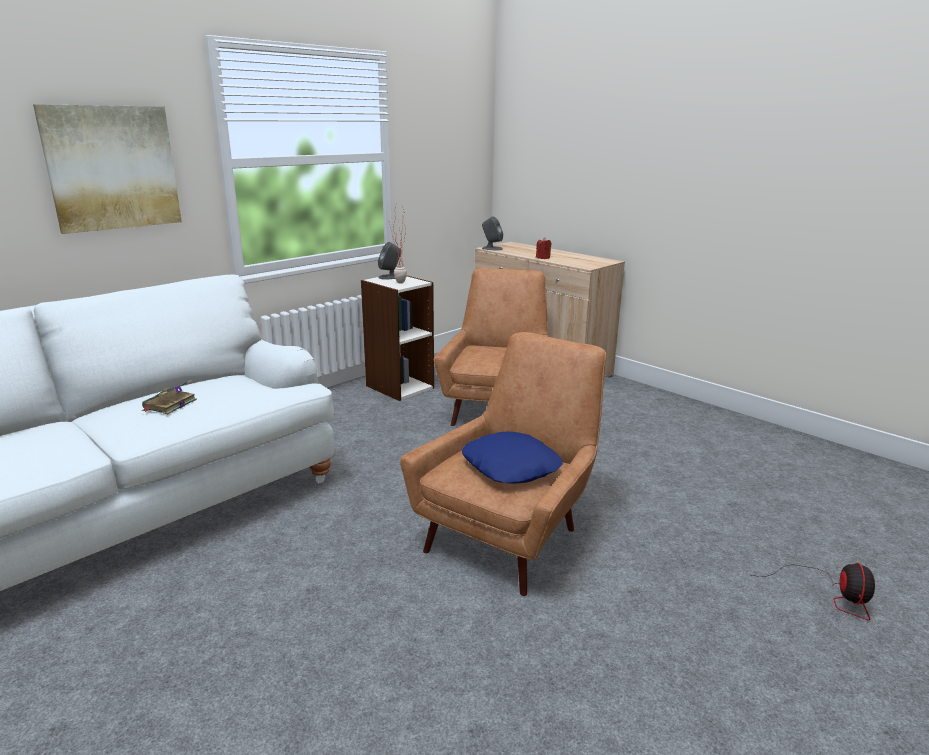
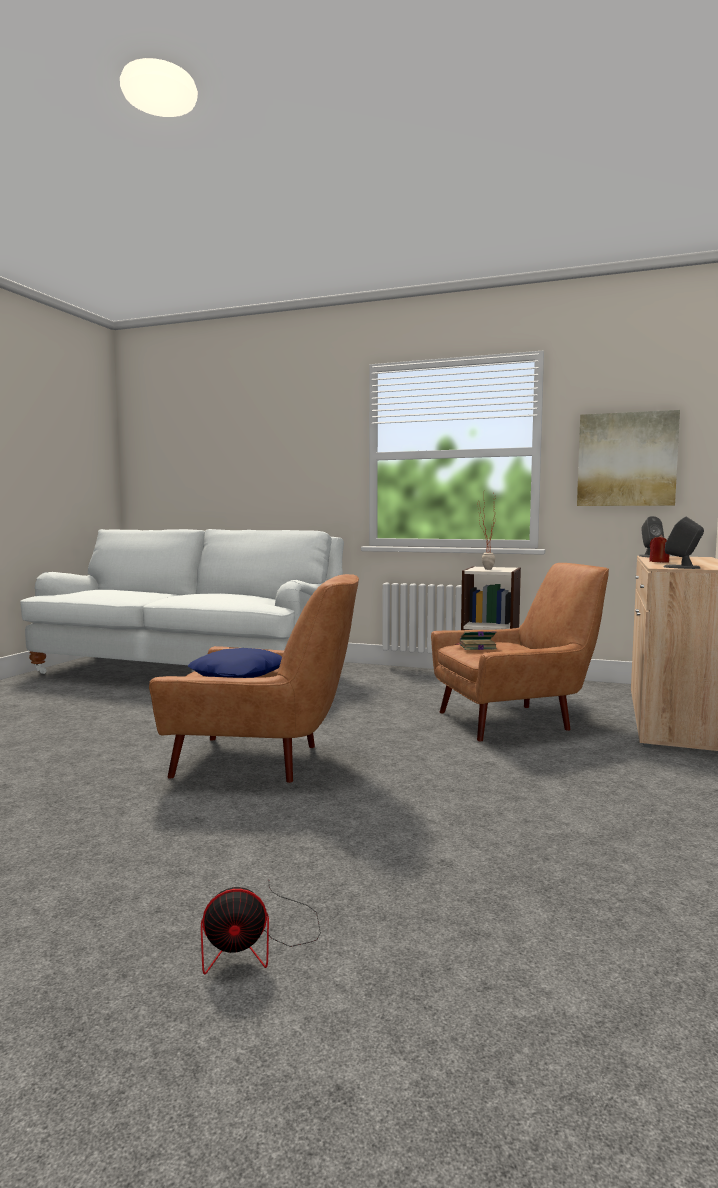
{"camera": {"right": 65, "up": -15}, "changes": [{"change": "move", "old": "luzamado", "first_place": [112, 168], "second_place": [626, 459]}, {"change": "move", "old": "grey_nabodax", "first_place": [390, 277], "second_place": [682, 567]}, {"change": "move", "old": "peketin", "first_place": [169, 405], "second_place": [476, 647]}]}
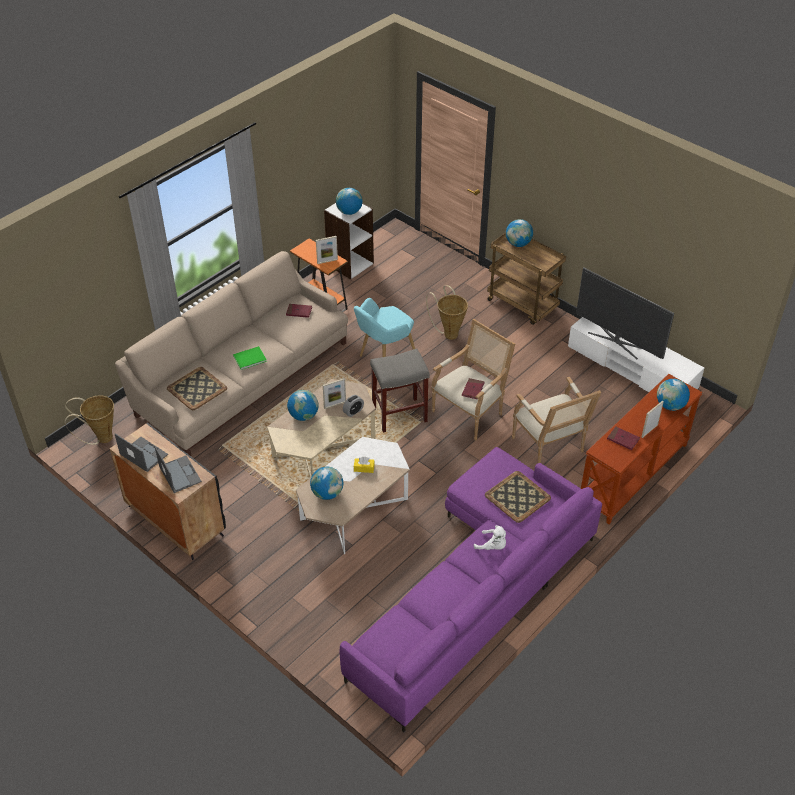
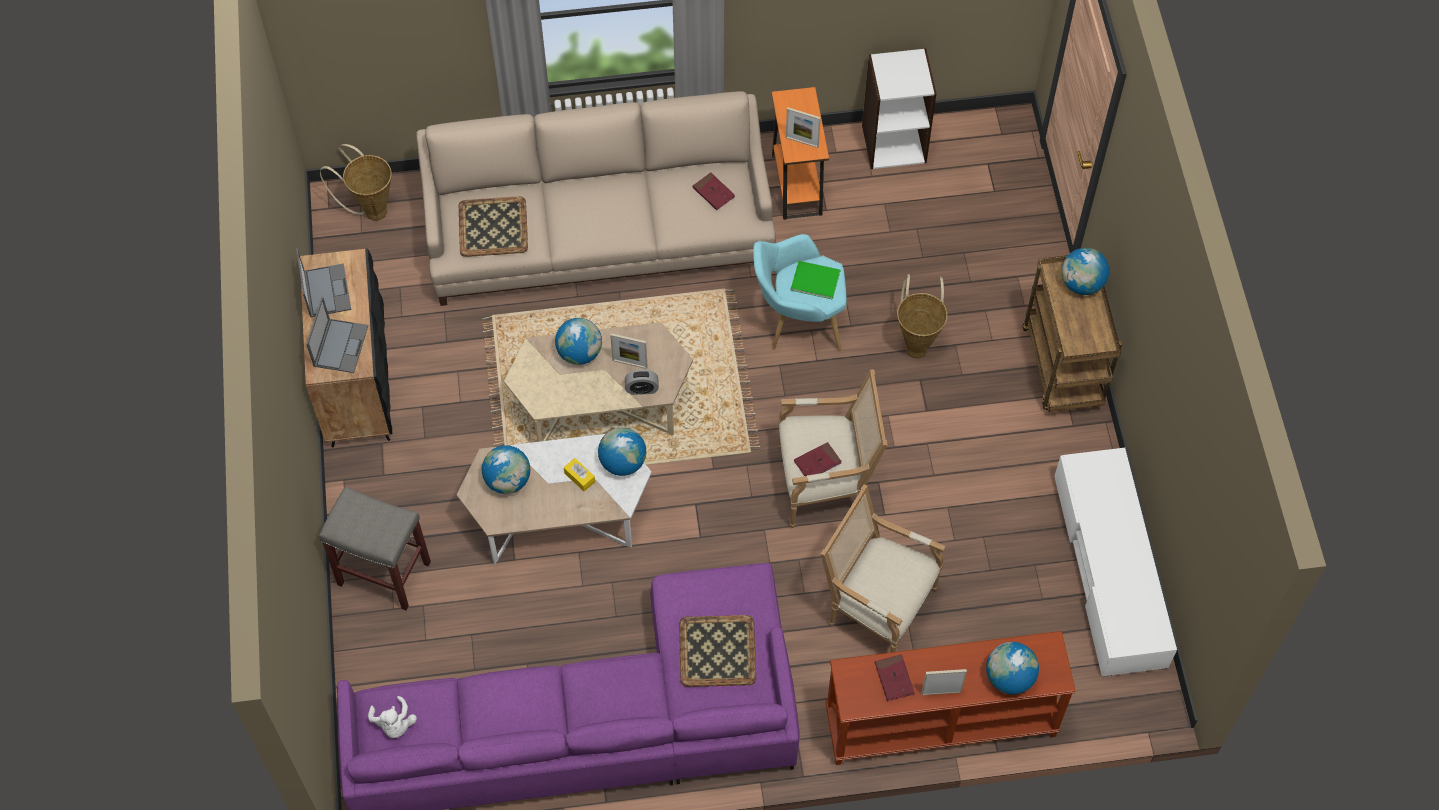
{"camera": {"right": 40, "up": 15}, "changes": [{"change": "move", "old": "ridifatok", "first_place": [349, 212], "second_place": [623, 462]}, {"change": "delete", "old": "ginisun", "first_place": [617, 341]}, {"change": "move", "old": "green_peketin", "first_place": [248, 358], "second_place": [814, 279]}, {"change": "move", "old": "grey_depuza", "first_place": [399, 415], "second_place": [383, 573]}, {"change": "rotate", "old": "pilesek", "first_place": [550, 447], "second_place": [876, 606], "degrees": 105}, {"change": "move", "old": "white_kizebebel", "first_place": [492, 546], "second_place": [394, 724]}]}
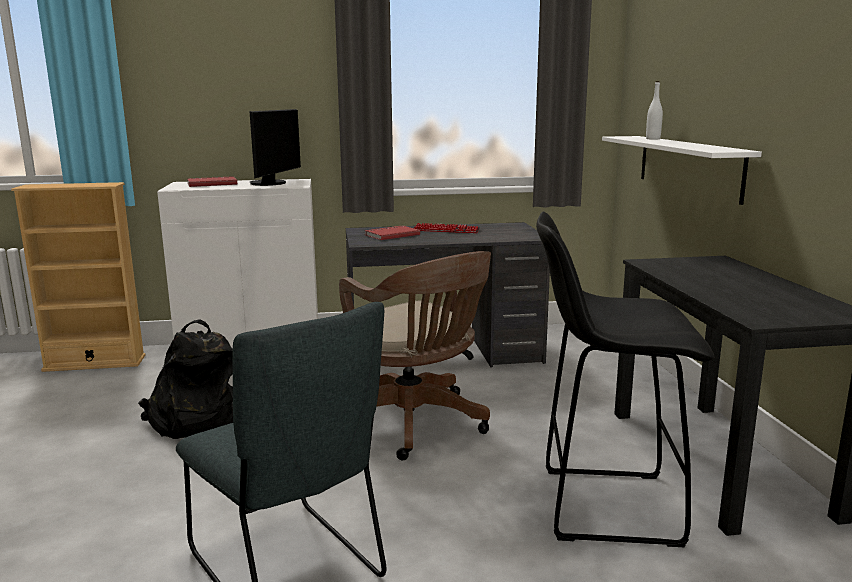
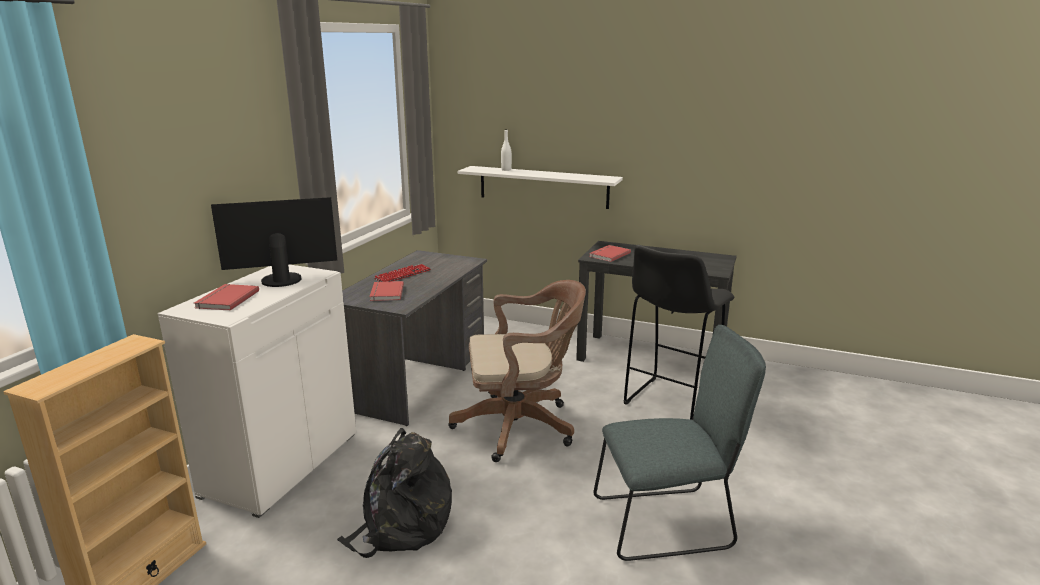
{"camera": {"right": -60, "up": 5}, "changes": [{"change": "rotate", "old": "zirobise", "first_place": [272, 183], "second_place": [281, 278], "degrees": -60}, {"change": "insert", "new": "red_peketin", "second_place": [608, 255]}]}
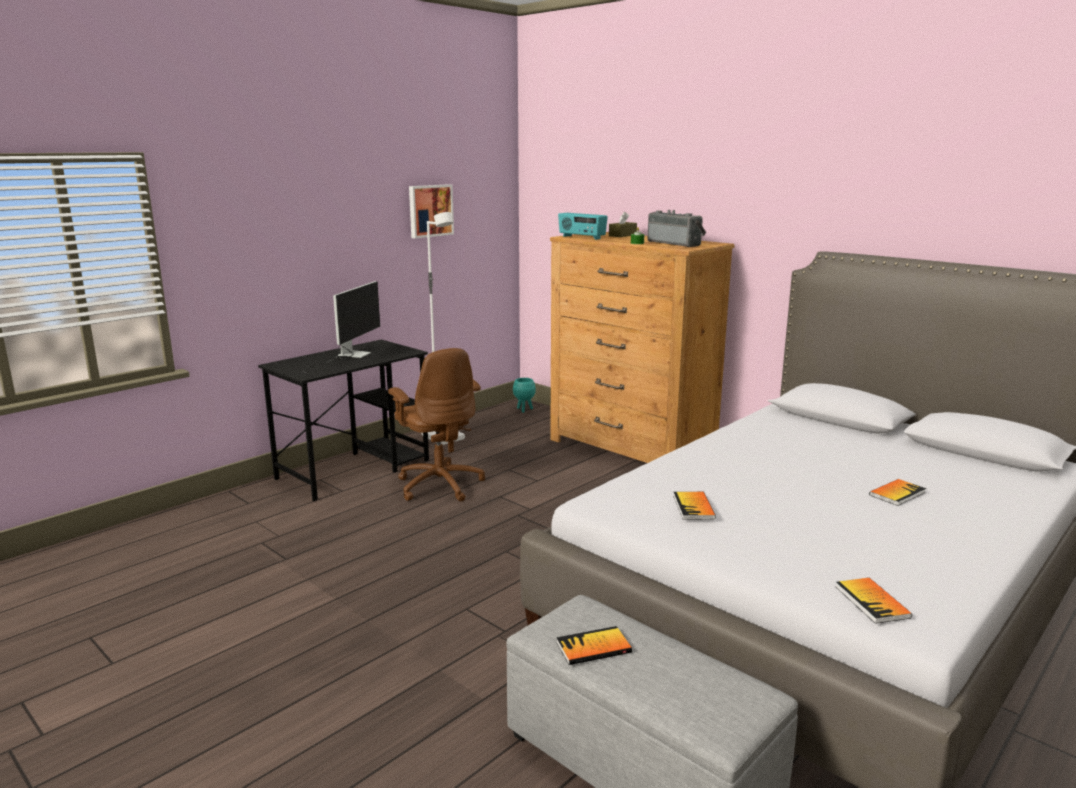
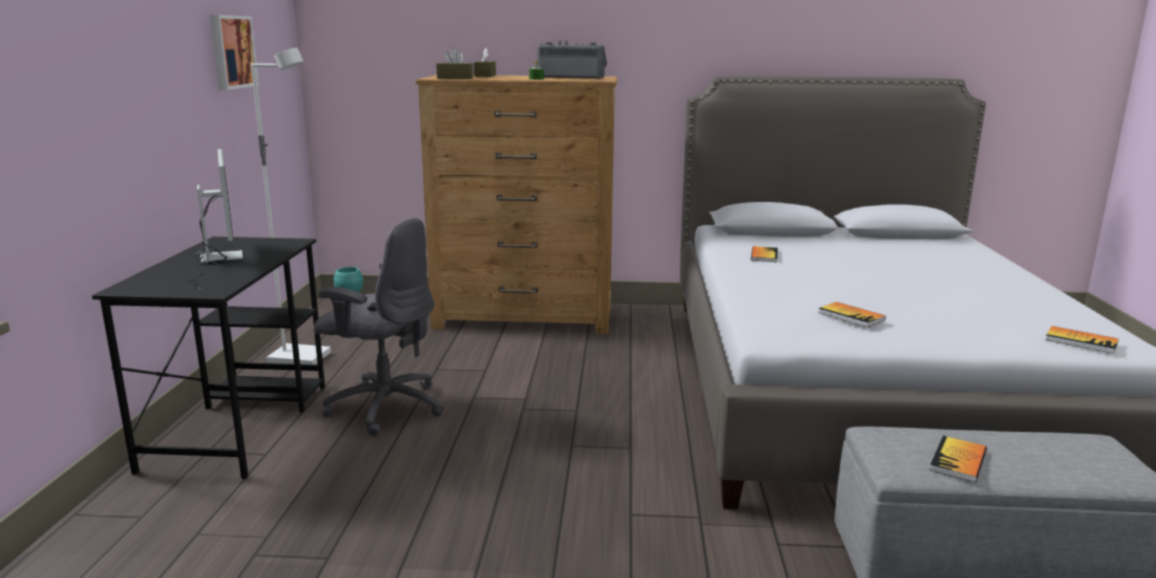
{"camera": {"right": -40, "up": 0}, "changes": [{"change": "replace", "old": "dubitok", "new": "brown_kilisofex", "first_place": [581, 237], "second_place": [455, 78]}, {"change": "recolor", "old": "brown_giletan", "new": "grey_giletan", "first_place": [440, 484], "second_place": [385, 407]}, {"change": "move", "old": "peketin", "first_place": [897, 494], "second_place": [764, 255]}]}
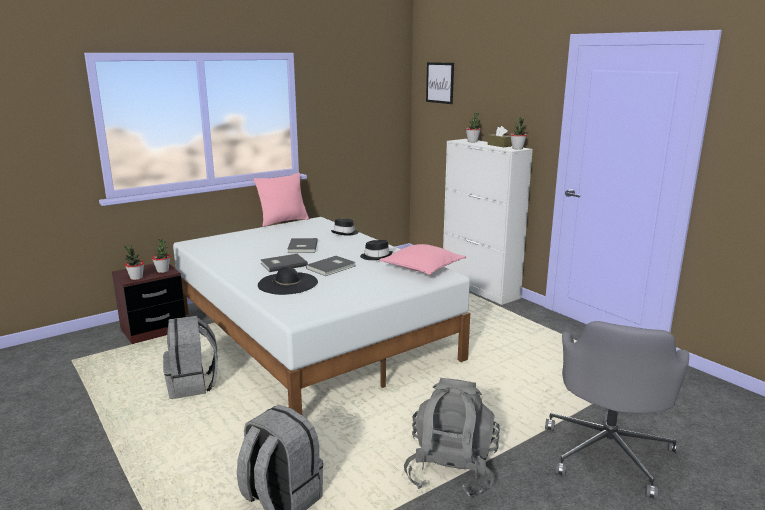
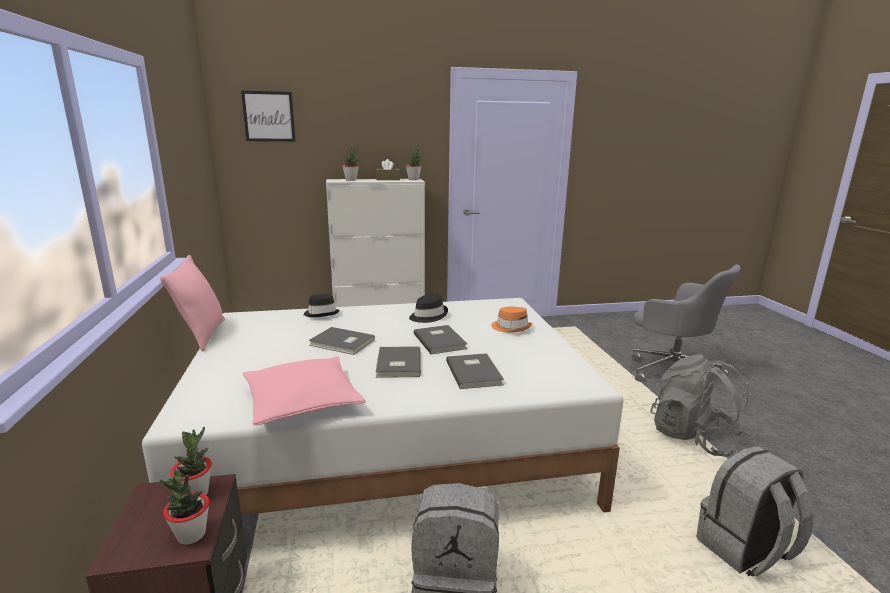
{"camera": {"right": -65, "up": 0}, "changes": [{"change": "move", "old": "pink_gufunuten", "first_place": [423, 267], "second_place": [302, 401]}, {"change": "replace", "old": "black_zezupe", "new": "grey_peketin", "first_place": [288, 283], "second_place": [475, 372]}, {"change": "insert", "new": "orange_zezupe", "second_place": [511, 327]}]}
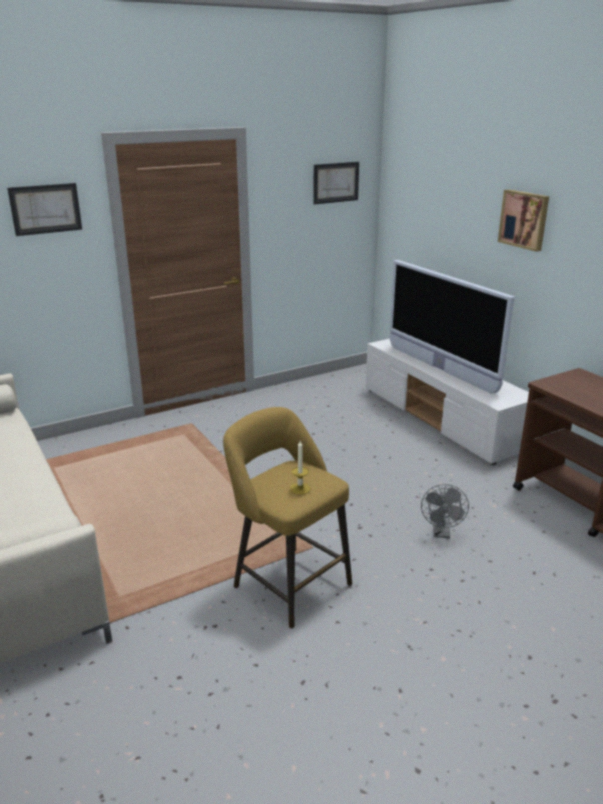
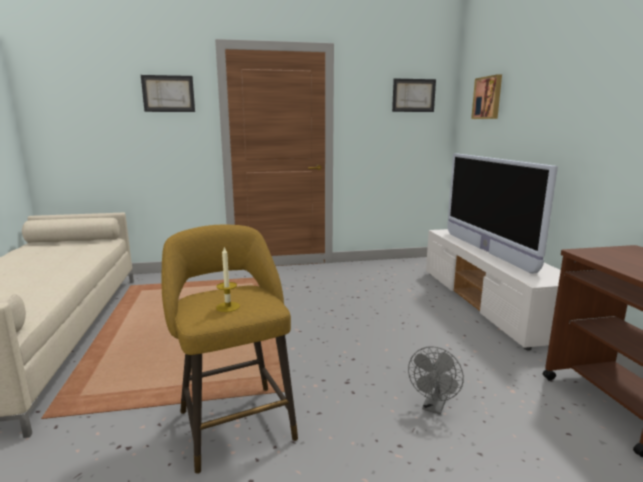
{"camera": {"right": 20, "up": -10}, "changes": [{"change": "move", "old": "luzamado", "first_place": [524, 219], "second_place": [488, 98]}]}
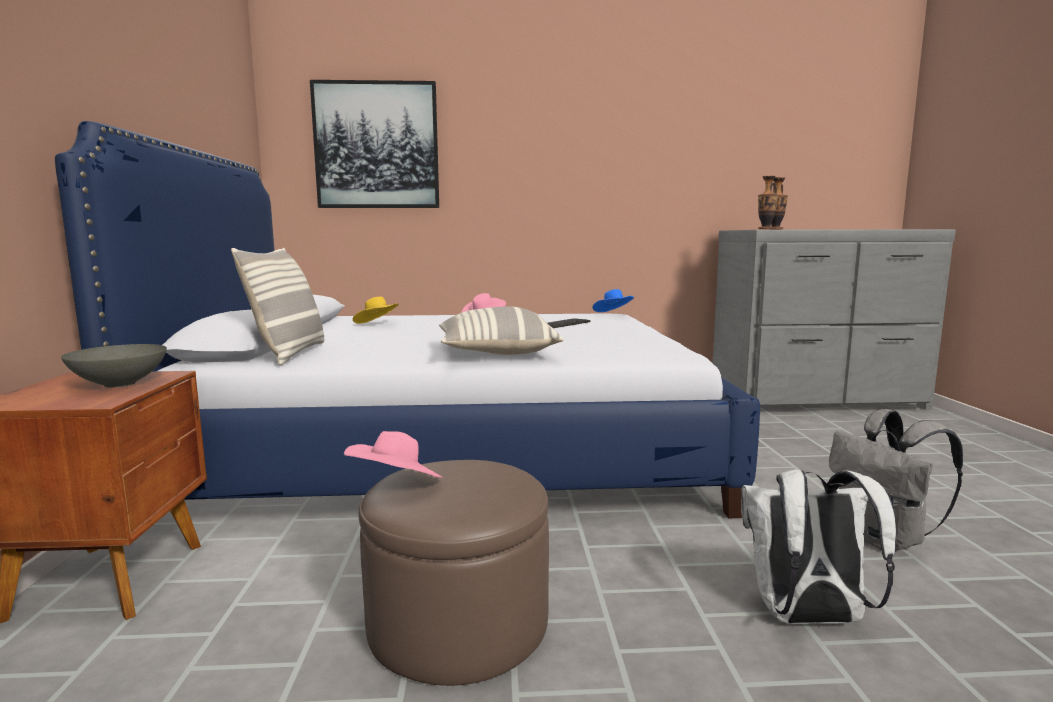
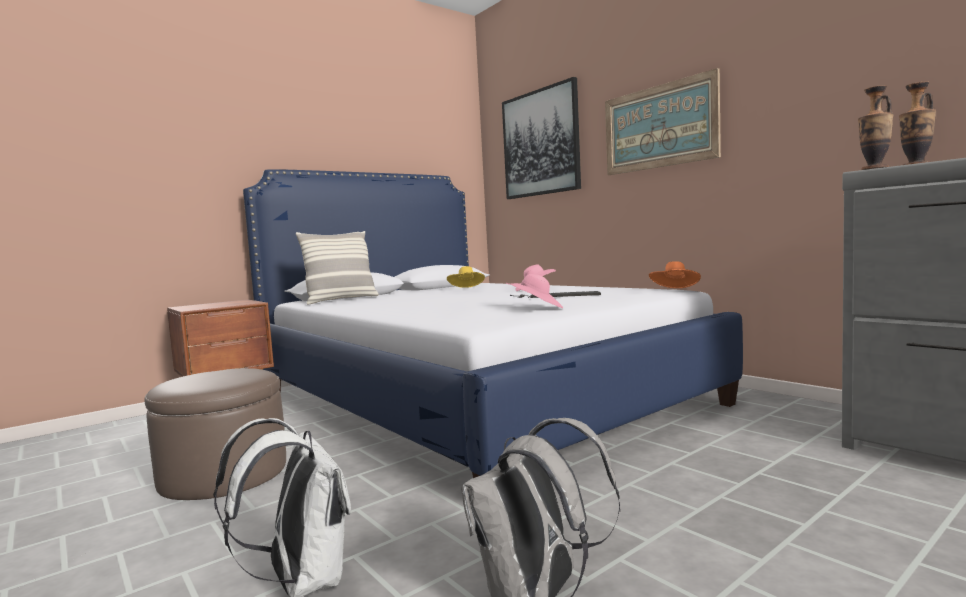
{"camera": {"right": 55, "up": -5}, "changes": [{"change": "recolor", "old": "blue_zezupe", "new": "orange_zezupe", "first_place": [613, 314], "second_place": [675, 290]}, {"change": "delete", "old": "gufunuten", "first_place": [496, 353]}, {"change": "delete", "old": "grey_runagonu", "first_place": [118, 384]}, {"change": "move", "old": "pink_zezupe", "first_place": [396, 485], "second_place": [536, 308]}, {"change": "insert", "new": "luzamado", "second_place": [659, 127]}]}
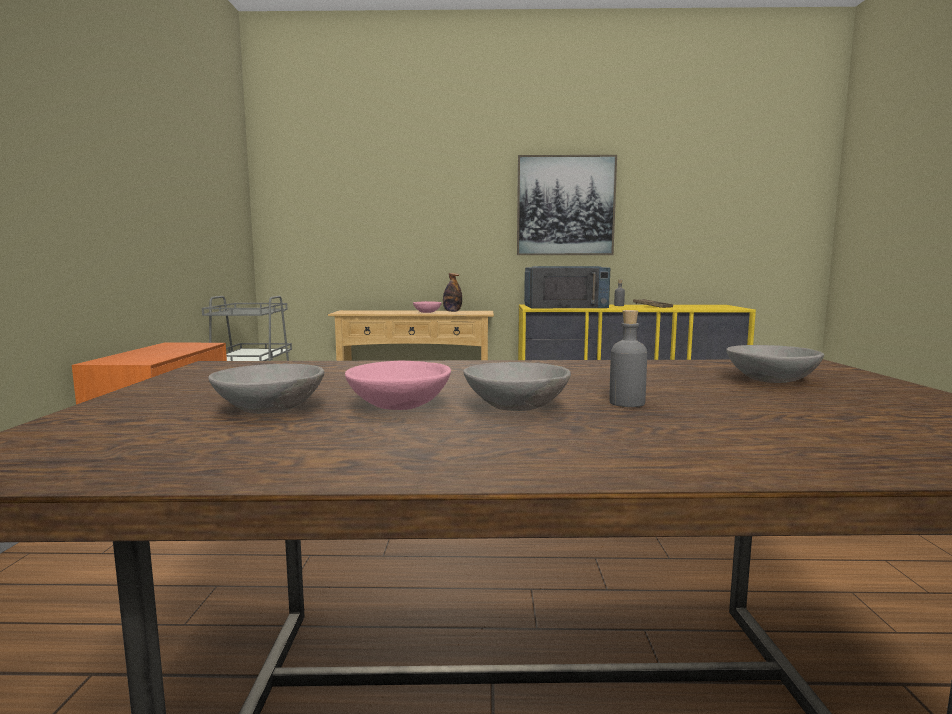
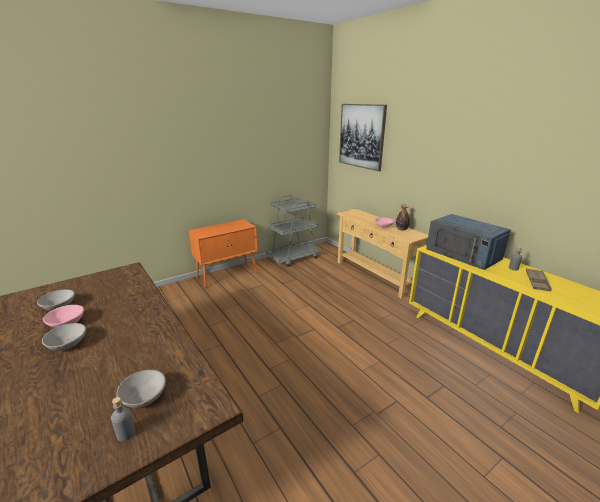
{"camera": {"right": 55, "up": 15}, "changes": [{"change": "move", "old": "luzamado", "first_place": [565, 206], "second_place": [361, 136]}, {"change": "move", "old": "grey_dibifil", "first_place": [626, 403], "second_place": [126, 433]}]}
